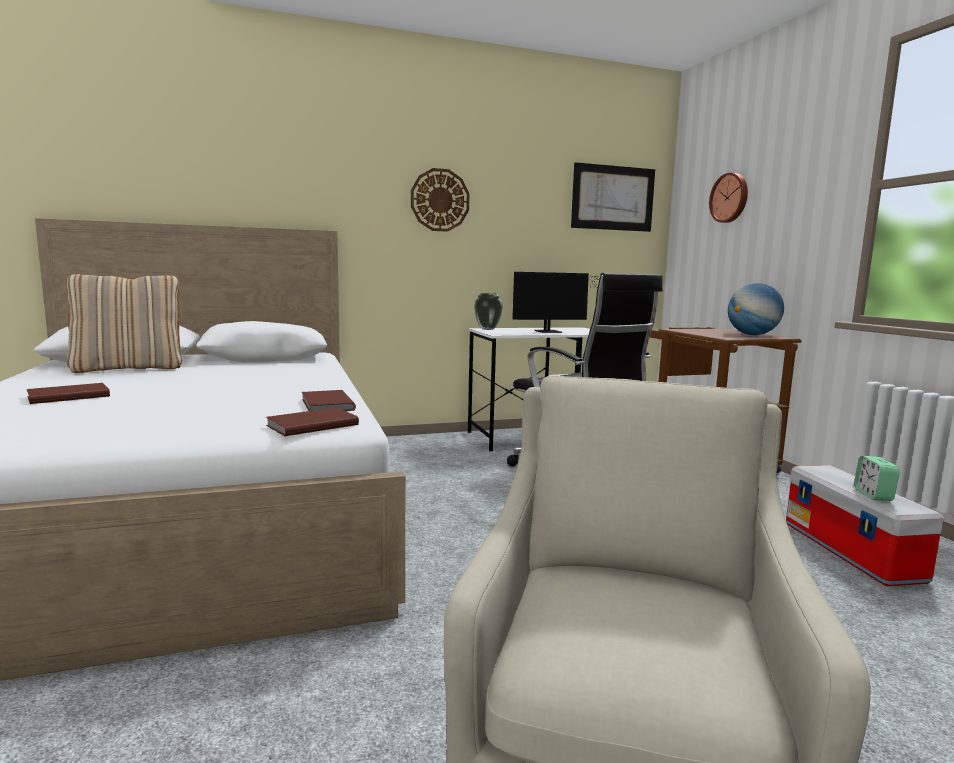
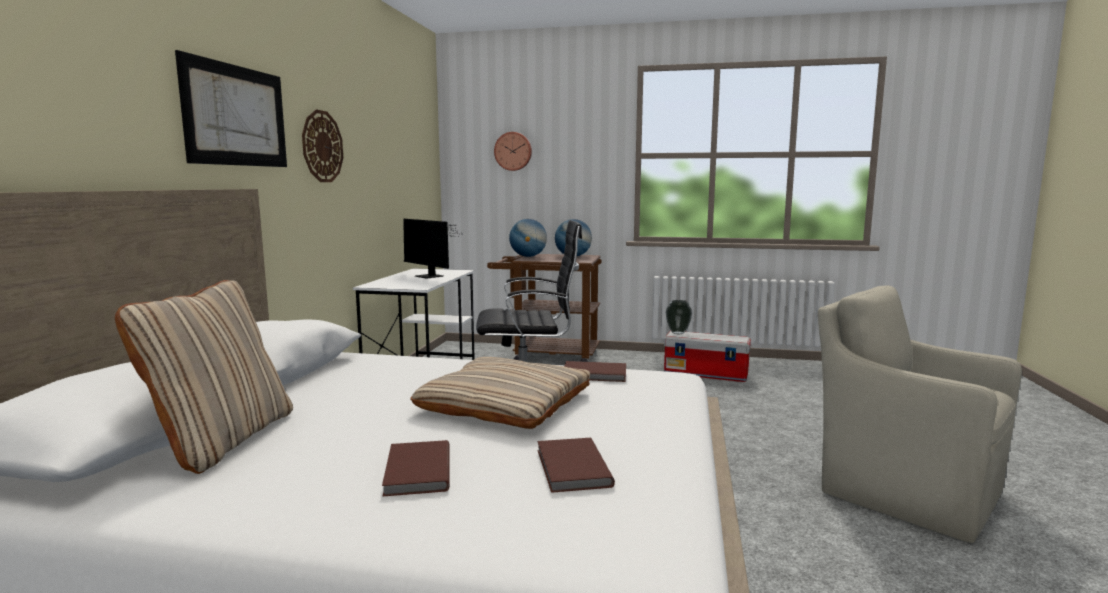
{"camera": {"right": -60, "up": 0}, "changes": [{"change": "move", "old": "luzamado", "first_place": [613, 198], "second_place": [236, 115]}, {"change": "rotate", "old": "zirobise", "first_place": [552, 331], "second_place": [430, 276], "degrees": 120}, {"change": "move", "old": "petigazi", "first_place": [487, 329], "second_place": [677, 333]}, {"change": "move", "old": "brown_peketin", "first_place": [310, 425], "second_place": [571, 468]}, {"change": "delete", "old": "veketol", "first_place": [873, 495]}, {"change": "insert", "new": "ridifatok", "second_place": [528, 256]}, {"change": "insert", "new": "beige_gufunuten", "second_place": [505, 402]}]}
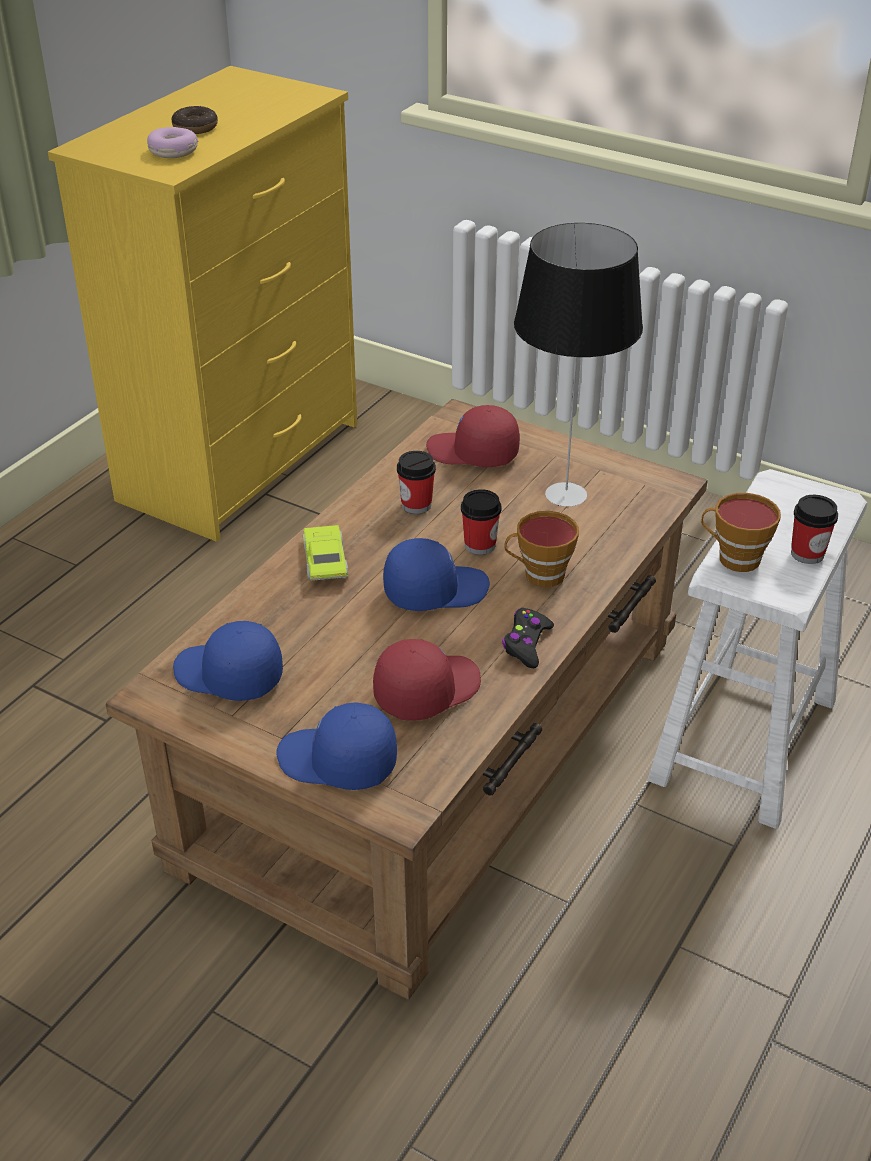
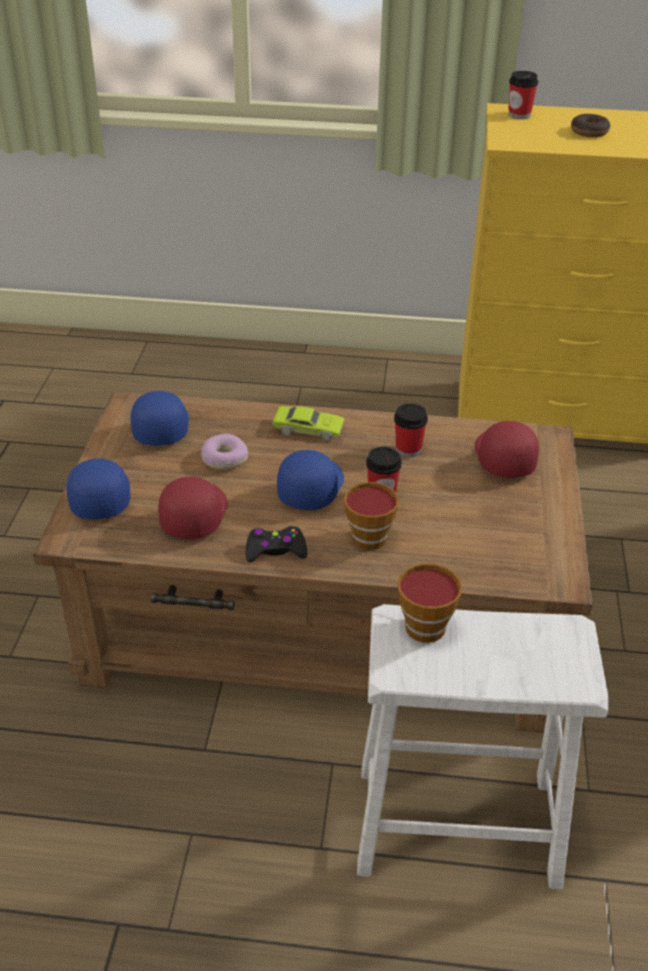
{"camera": {"right": 65, "up": 0}, "changes": [{"change": "move", "old": "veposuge", "first_place": [173, 151], "second_place": [224, 459]}, {"change": "delete", "old": "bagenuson", "first_place": [565, 495]}, {"change": "move", "old": "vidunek", "first_place": [807, 554], "second_place": [519, 115]}, {"change": "rotate", "old": "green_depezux", "first_place": [325, 561], "second_place": [308, 428], "degrees": 45}, {"change": "rotate", "old": "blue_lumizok", "first_place": [435, 590], "second_place": [310, 487], "degrees": -120}, {"change": "rotate", "old": "red_lumizok", "first_place": [426, 690], "second_place": [193, 515], "degrees": -105}]}
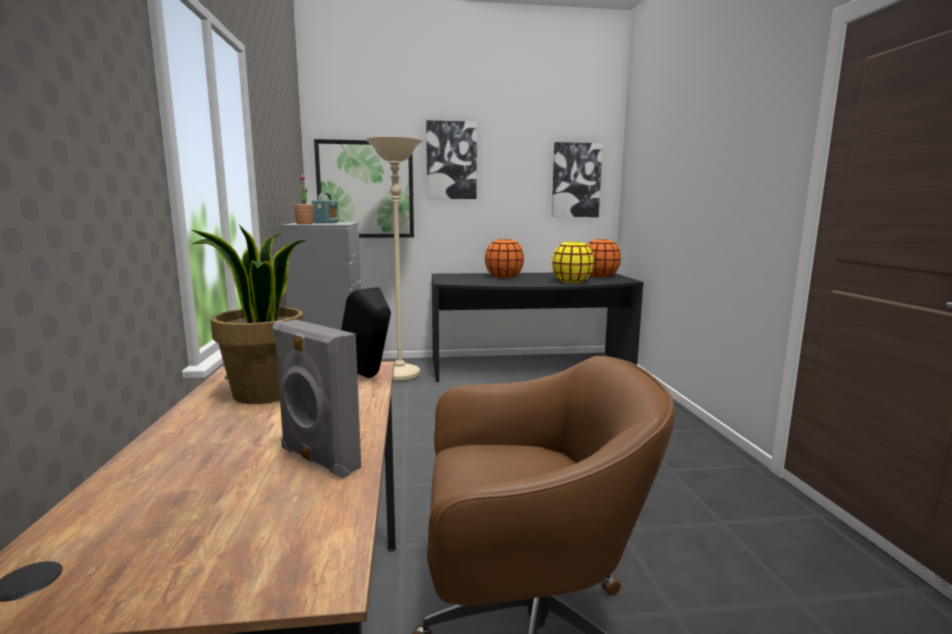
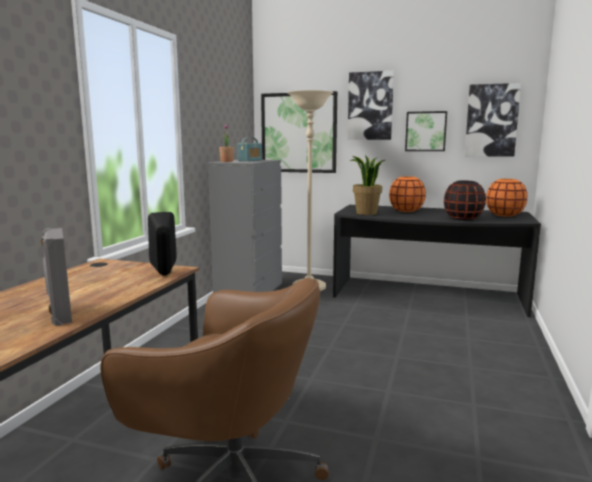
{"camera": {"right": 25, "up": 0}, "changes": [{"change": "move", "old": "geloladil", "first_place": [264, 394], "second_place": [366, 213]}, {"change": "recolor", "old": "yellow_petigazi", "new": "black_petigazi", "first_place": [571, 281], "second_place": [463, 218]}, {"change": "insert", "new": "luzamado", "second_place": [426, 131]}]}
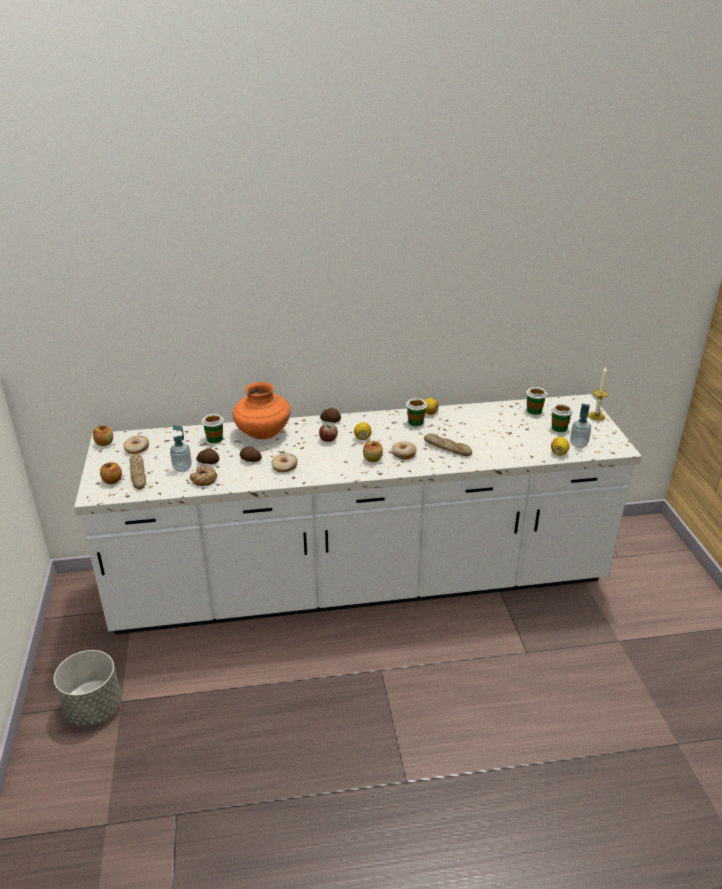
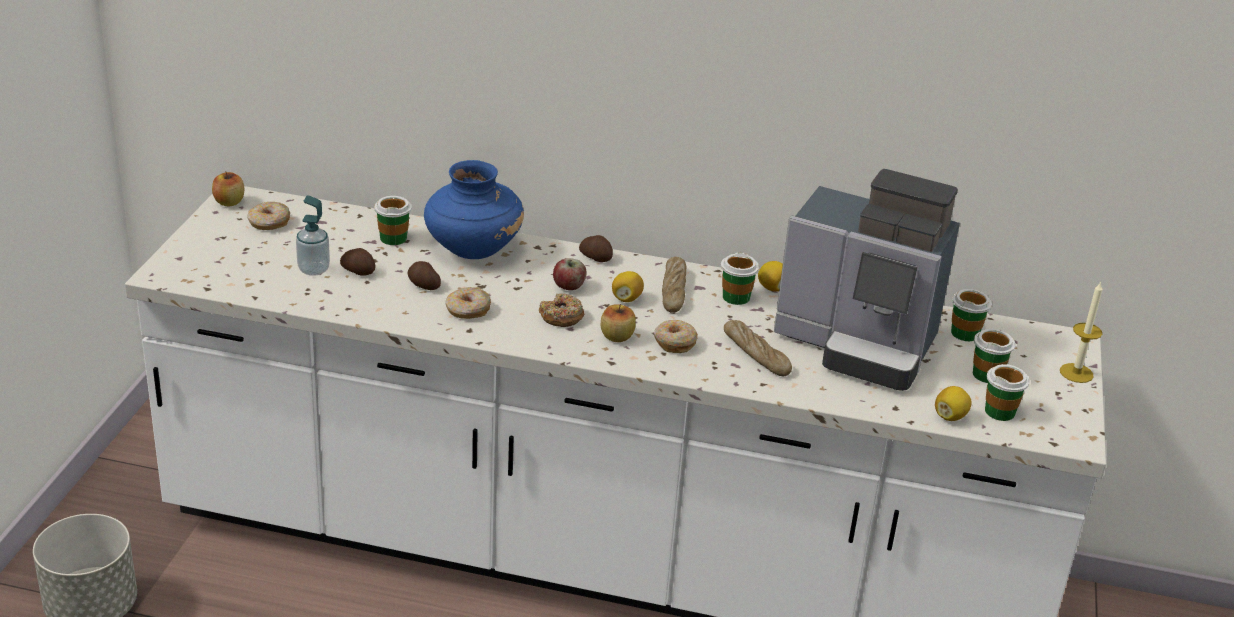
{"camera": {"right": 20, "up": 0}, "changes": [{"change": "recolor", "old": "orange_petigazi", "new": "blue_petigazi", "first_place": [262, 433], "second_place": [472, 249]}, {"change": "replace", "old": "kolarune", "new": "vidunek", "first_place": [578, 444], "second_place": [1000, 411]}, {"change": "move", "old": "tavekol", "first_place": [138, 475], "second_place": [674, 291]}, {"change": "delete", "old": "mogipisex", "first_place": [112, 481]}, {"change": "move", "old": "veposuge", "first_place": [204, 479], "second_place": [561, 317]}, {"change": "insert", "new": "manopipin", "second_place": [859, 344]}]}
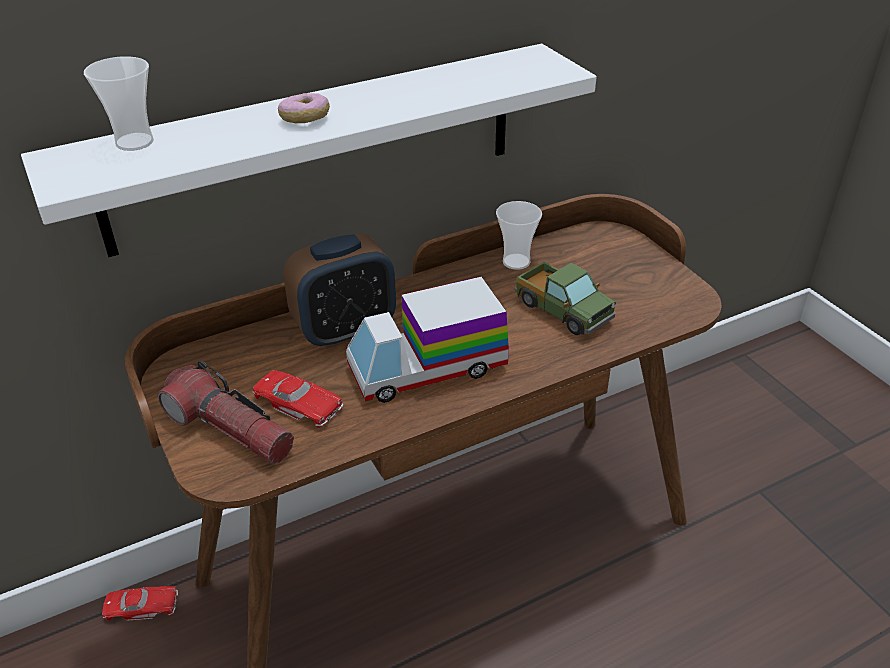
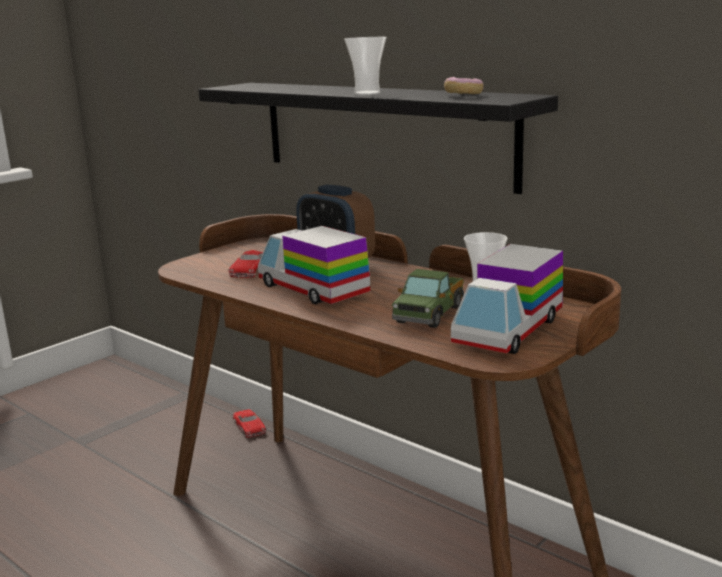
{"camera": {"right": 70, "up": -20}, "changes": [{"change": "recolor", "old": "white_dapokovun", "new": "black_dapokovun", "first_place": [316, 148], "second_place": [382, 132]}, {"change": "move", "old": "vidunek", "first_place": [134, 142], "second_place": [367, 93]}, {"change": "move", "old": "veposuge", "first_place": [305, 119], "second_place": [463, 95]}, {"change": "delete", "old": "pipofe", "first_place": [230, 430]}, {"change": "insert", "new": "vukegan", "second_place": [509, 330]}]}
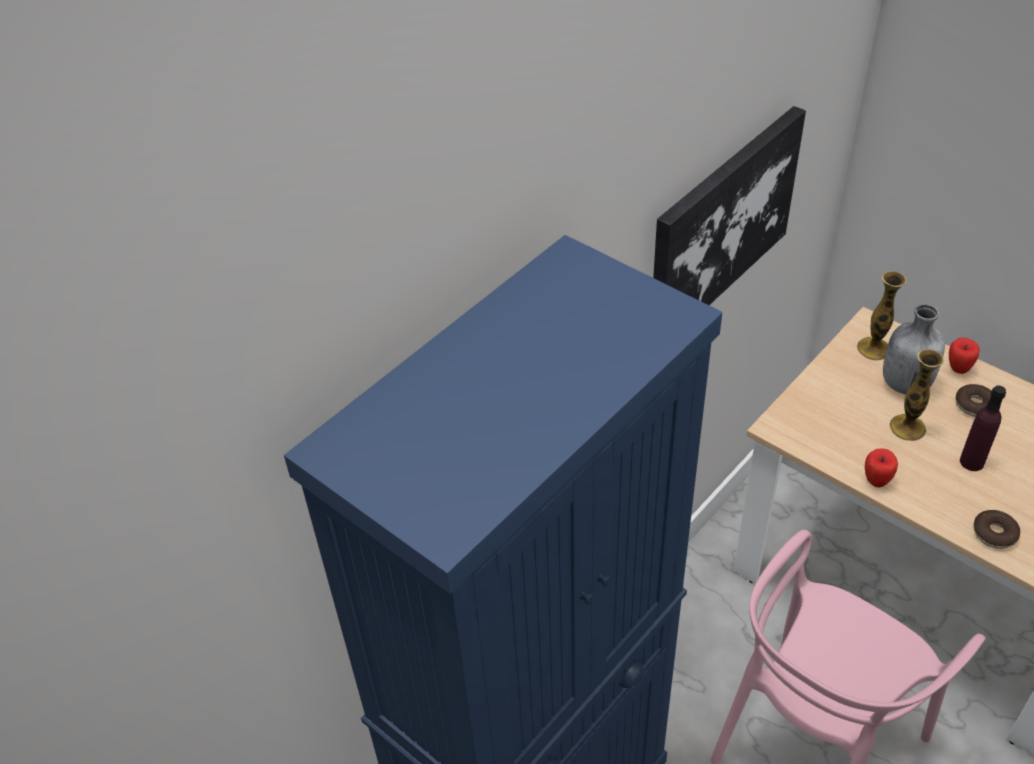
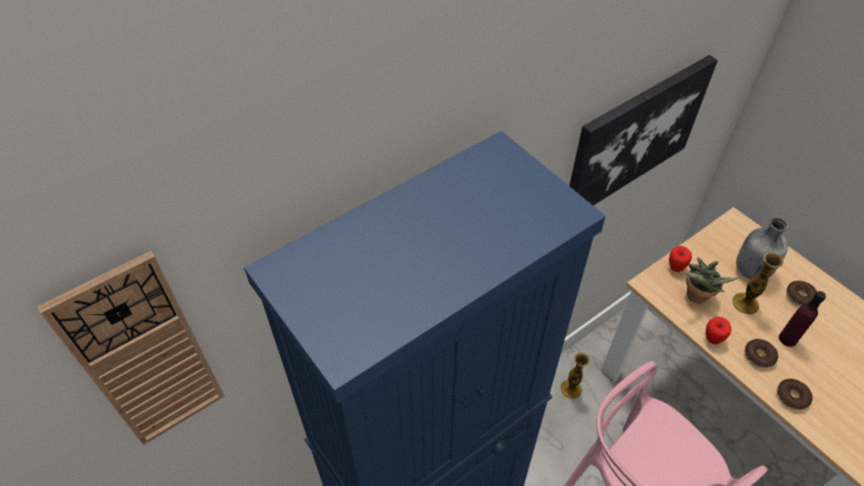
{"camera": {"right": 10, "up": 5}, "changes": [{"change": "move", "old": "petigazi", "first_place": [873, 349], "second_place": [571, 389]}, {"change": "move", "old": "mogipisex", "first_place": [958, 369], "second_place": [675, 267]}, {"change": "insert", "new": "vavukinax", "second_place": [145, 356]}, {"change": "insert", "new": "geloladil", "second_place": [695, 298]}, {"change": "insert", "new": "veposuge", "second_place": [759, 356]}]}
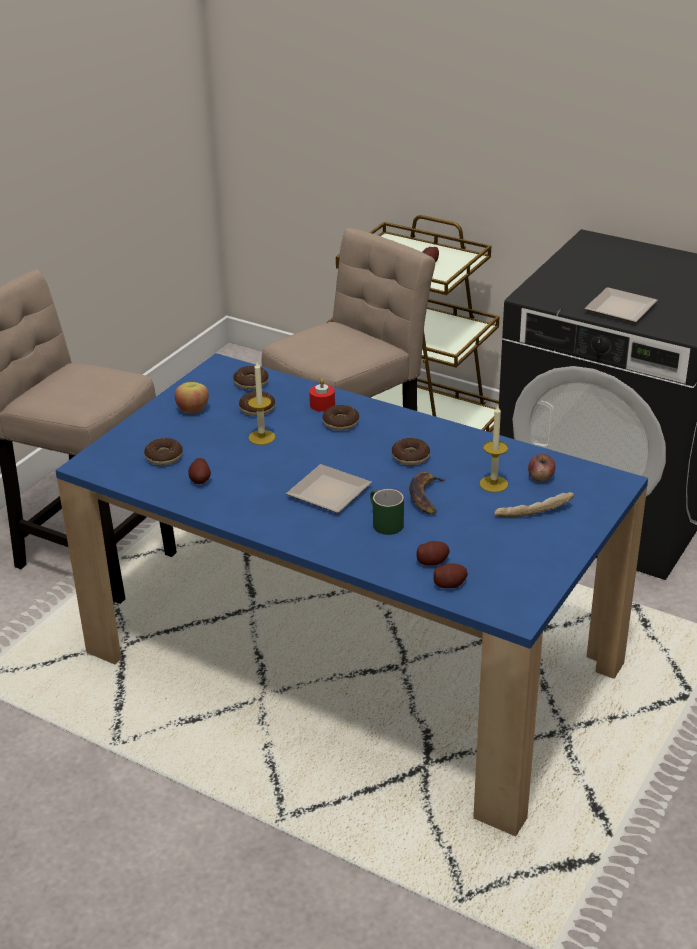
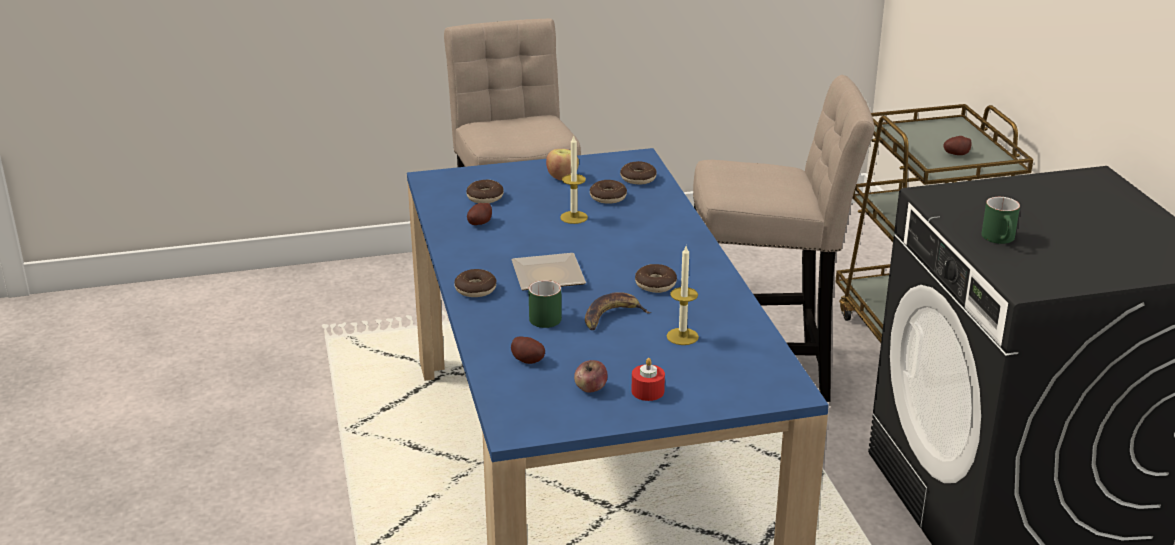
{"camera": {"right": 45, "up": -5}, "changes": [{"change": "replace", "old": "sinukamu", "new": "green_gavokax", "first_place": [619, 307], "second_place": [1001, 239]}, {"change": "move", "old": "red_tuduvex", "first_place": [322, 405], "second_place": [647, 391]}, {"change": "move", "old": "veposuge", "first_place": [340, 423], "second_place": [475, 289]}, {"change": "move", "old": "mogipisex", "first_place": [541, 478], "second_place": [590, 388]}, {"change": "delete", "old": "tavekol", "first_place": [533, 511]}, {"change": "delete", "old": "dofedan", "first_place": [450, 584]}]}
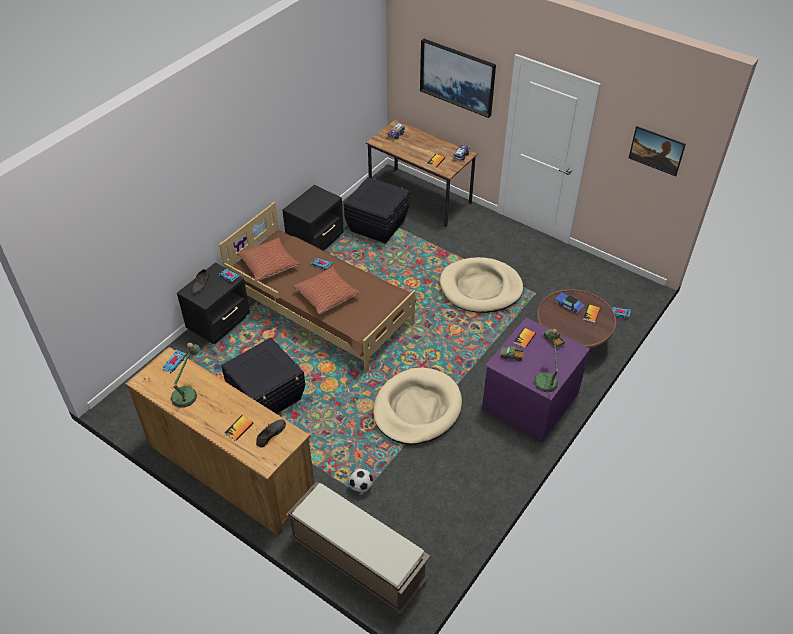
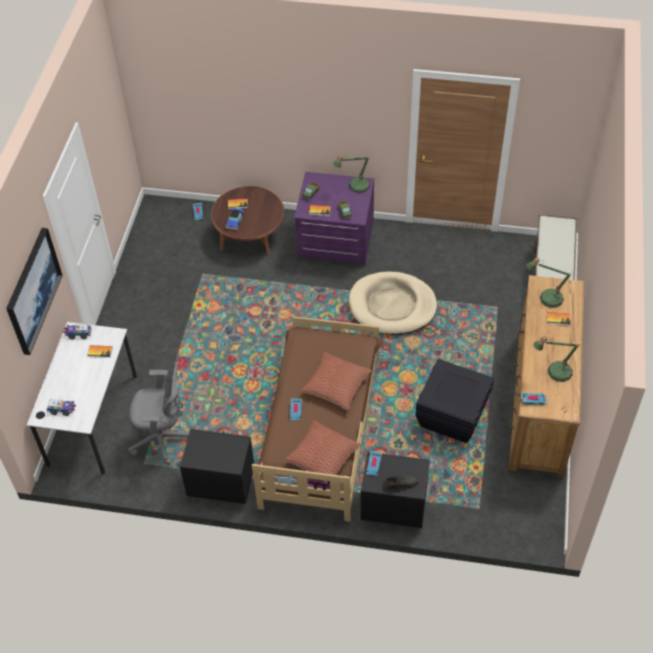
{"camera": {"right": -115, "up": 5}, "changes": [{"change": "recolor", "old": "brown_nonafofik", "new": "white_nonafofik", "first_place": [420, 197], "second_place": [93, 419]}, {"change": "delete", "old": "luzamado", "first_place": [654, 158]}, {"change": "replace", "old": "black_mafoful", "new": "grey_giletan", "first_place": [377, 225], "second_place": [163, 438]}, {"change": "delete", "old": "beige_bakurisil", "first_place": [480, 288]}, {"change": "replace", "old": "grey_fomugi", "new": "bagenuson", "first_place": [271, 434], "second_place": [547, 297]}, {"change": "delete", "old": "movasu", "first_place": [361, 487]}]}
